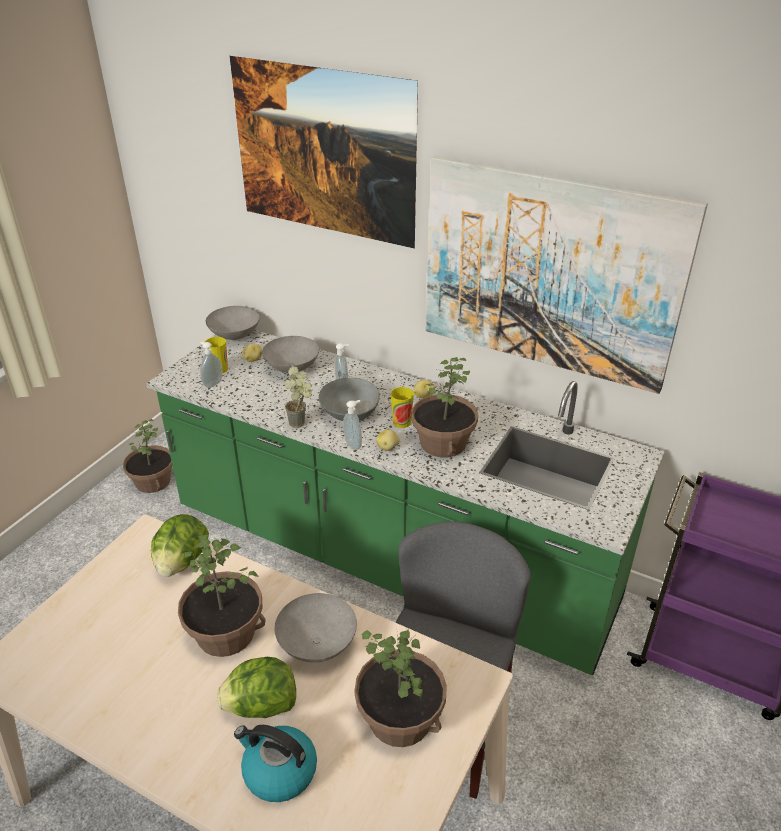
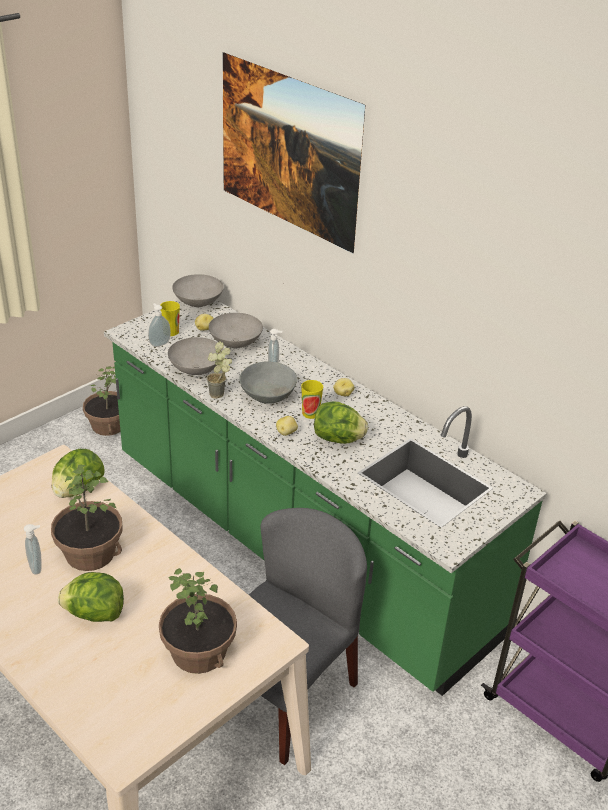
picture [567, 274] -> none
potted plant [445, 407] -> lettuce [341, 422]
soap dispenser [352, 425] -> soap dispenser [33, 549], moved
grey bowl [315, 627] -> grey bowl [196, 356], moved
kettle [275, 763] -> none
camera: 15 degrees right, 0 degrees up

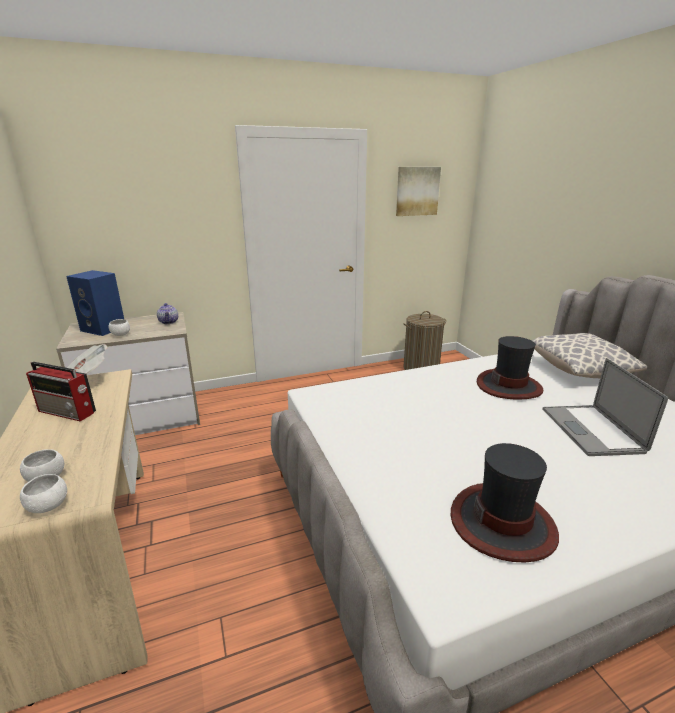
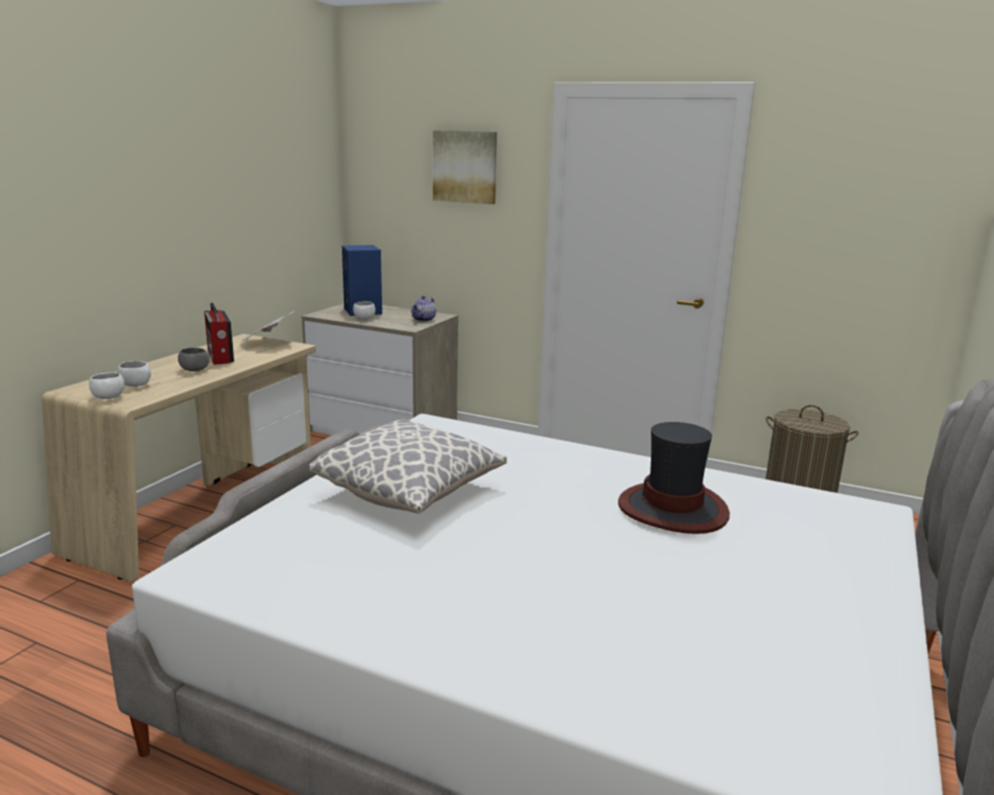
picture [418, 191] -> picture [465, 167], moved
pillow [589, 355] -> pillow [408, 466], moved
laptop [605, 407] -> none
hat [505, 502] -> none
none -> grey bowl [193, 359]
camera: 45 degrees right, 5 degrees down

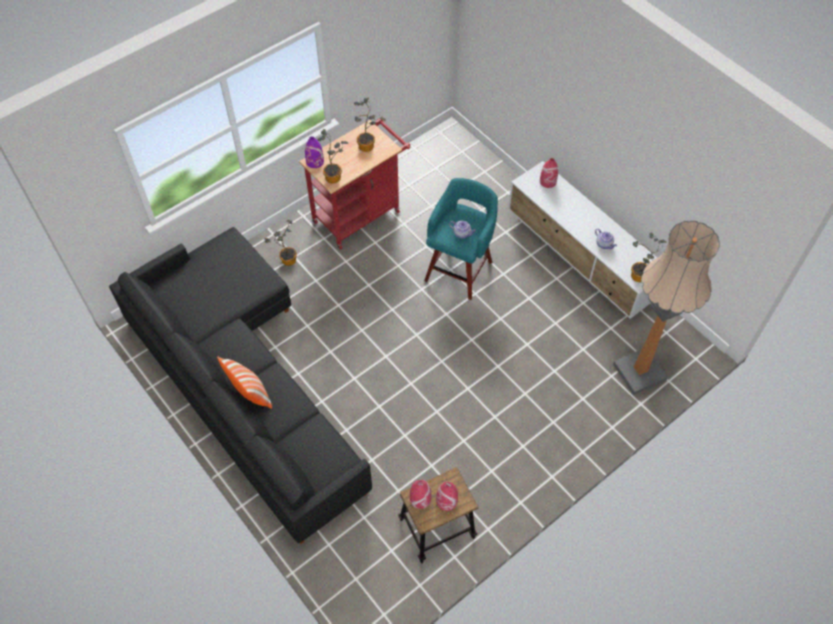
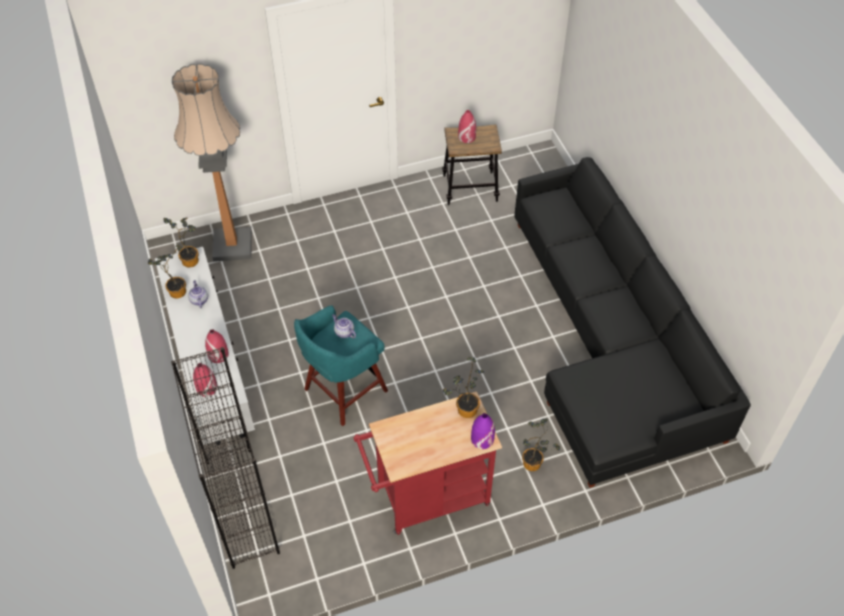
potted plant [370, 124] -> potted plant [167, 271], moved
pillow [244, 382] -> none
red vase [420, 494] -> red vase [217, 346], moved
none -> black bookcase [225, 458]
camera: 160 degrees left, 5 degrees down

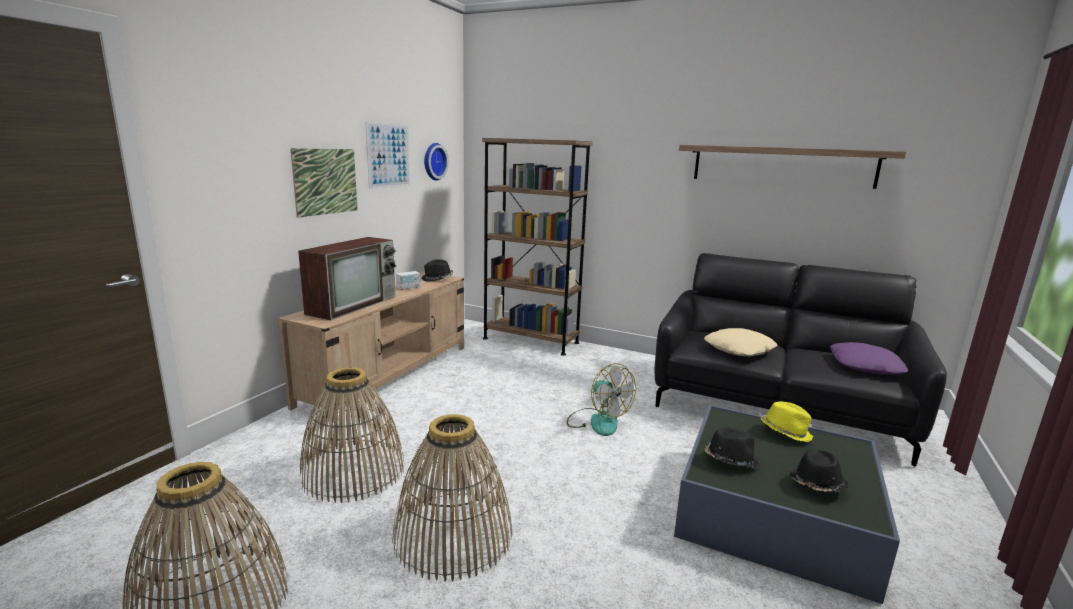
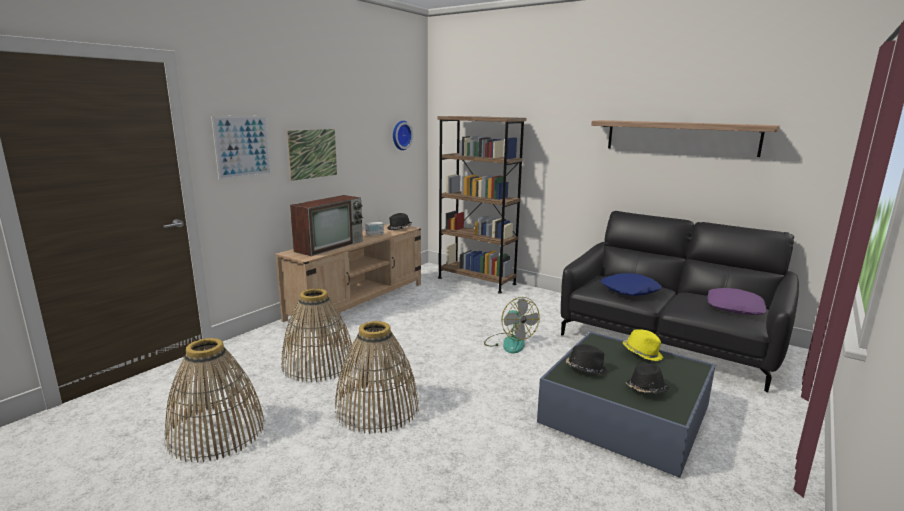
picture [387, 155] -> picture [241, 147], moved
beige pillow [741, 342] -> blue pillow [631, 284]
camera: 10 degrees right, 0 degrees up

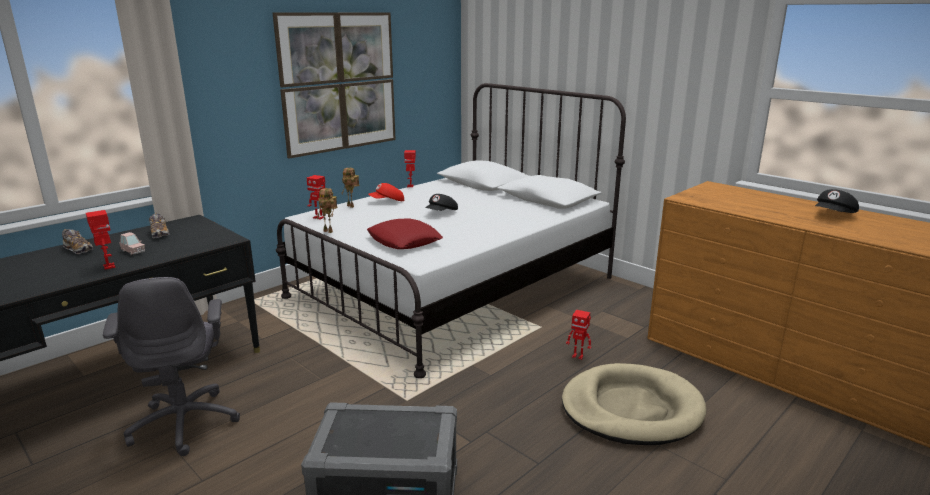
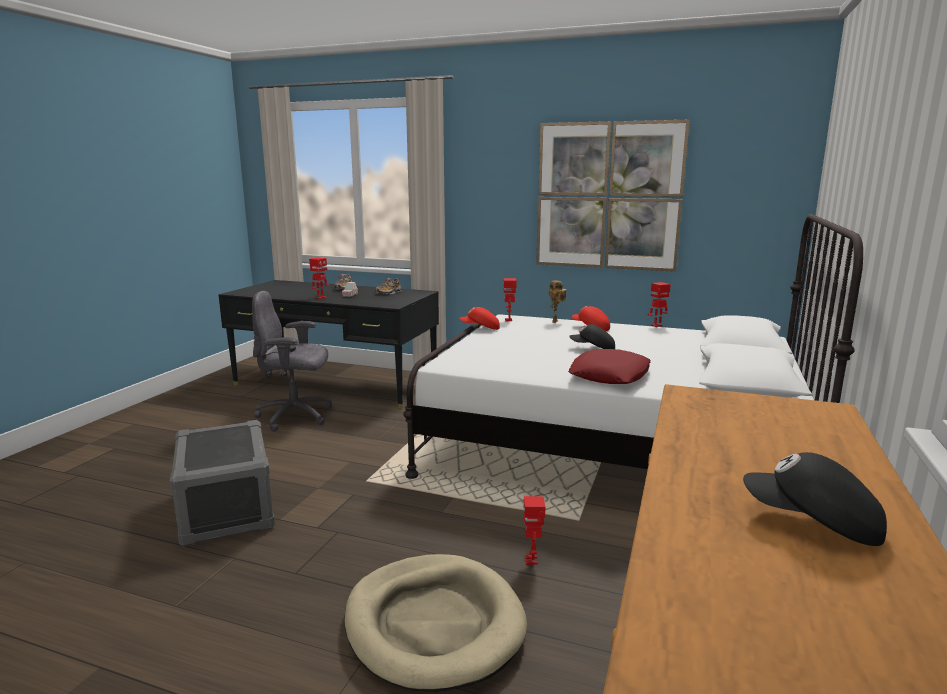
toy robot [327, 210] -> red cap [479, 318]
red pillow [405, 233] -> red pillow [609, 366], moved
grey office chair [171, 366] -> grey office chair [292, 361], 45 degrees clockwise
camera: 65 degrees right, 5 degrees down

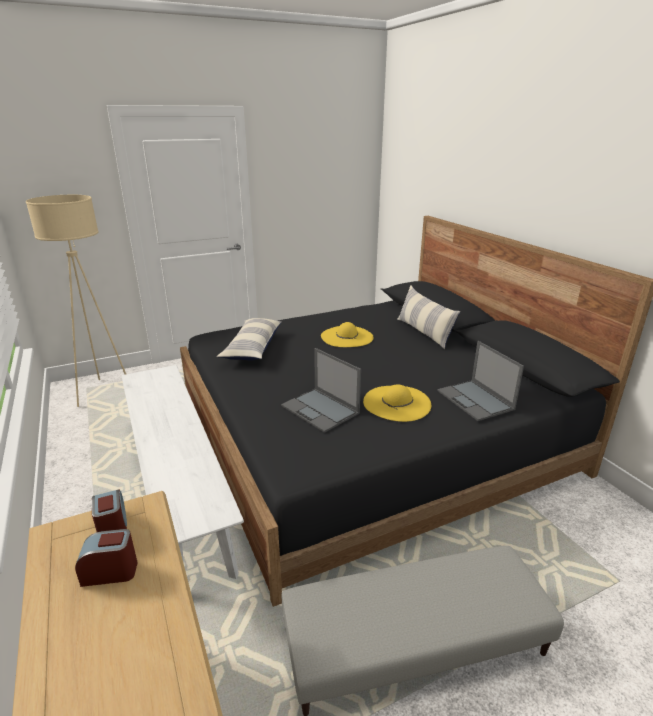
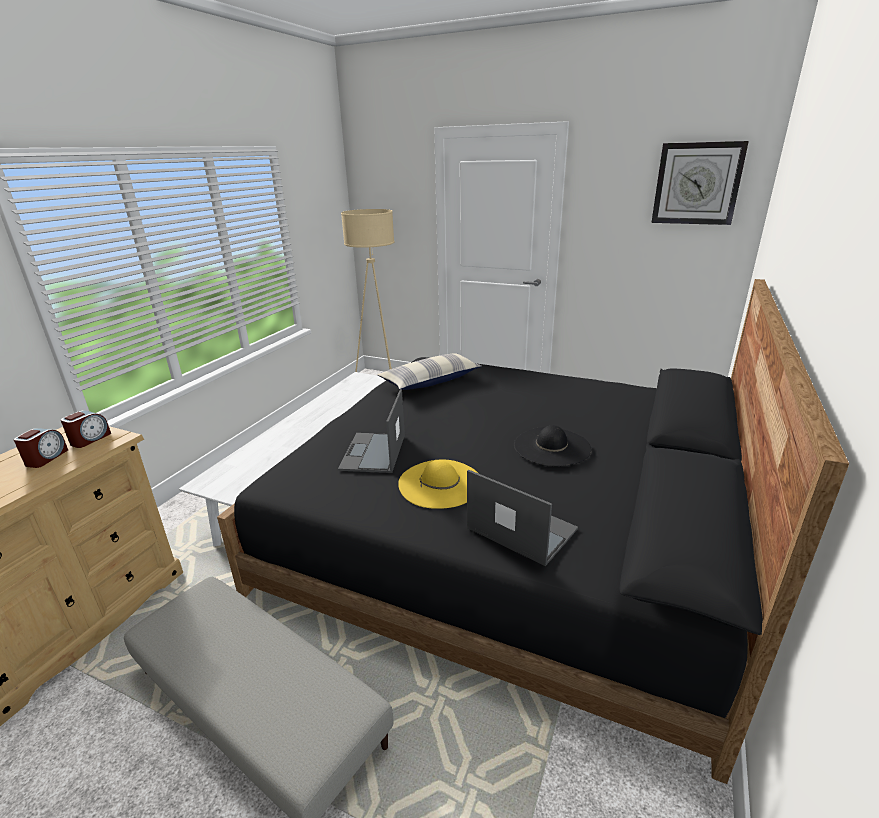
pillow [429, 317] -> none
yellow hat [347, 334] -> none
laptop [480, 381] -> laptop [522, 517], 105 degrees clockwise
alarm clock [106, 558] -> alarm clock [41, 448], 60 degrees clockwise
none -> wall clock [700, 183]
none -> black hat [552, 445]
camera: 50 degrees right, 0 degrees up

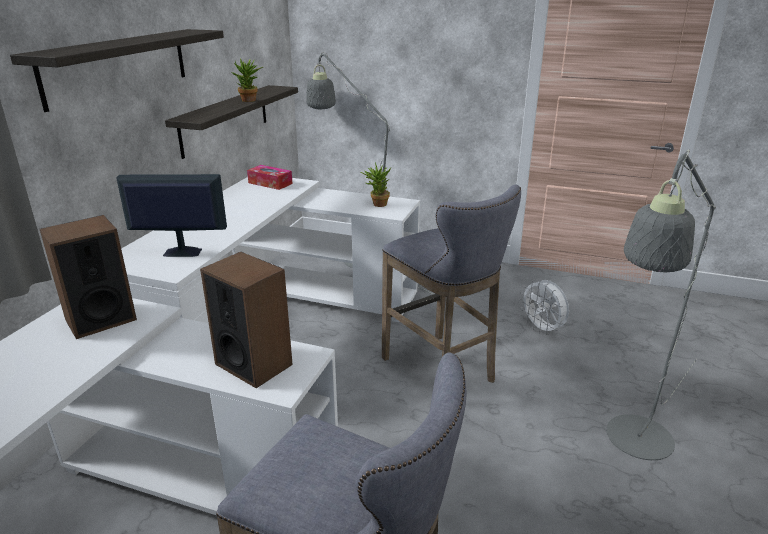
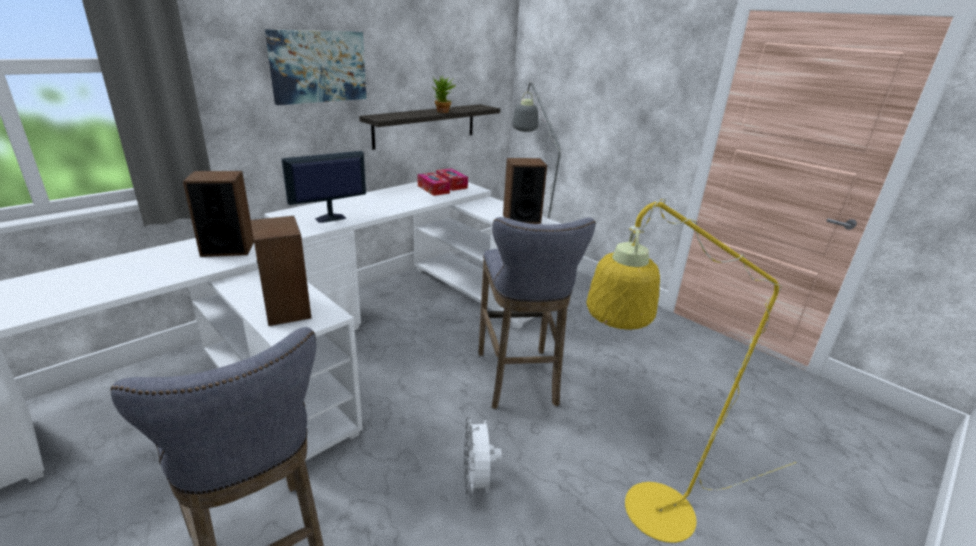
shelf [117, 70] -> picture [315, 67]
grey floor lamp [661, 305] -> yellow floor lamp [691, 370]
potted plant [376, 184] -> speaker [525, 191]
monitor [171, 215] -> monitor [323, 187], 60 degrees counterclockwise
white fan [544, 307] -> white fan [482, 457], moved
none -> tissue box [434, 184]
camera: 25 degrees right, 0 degrees up

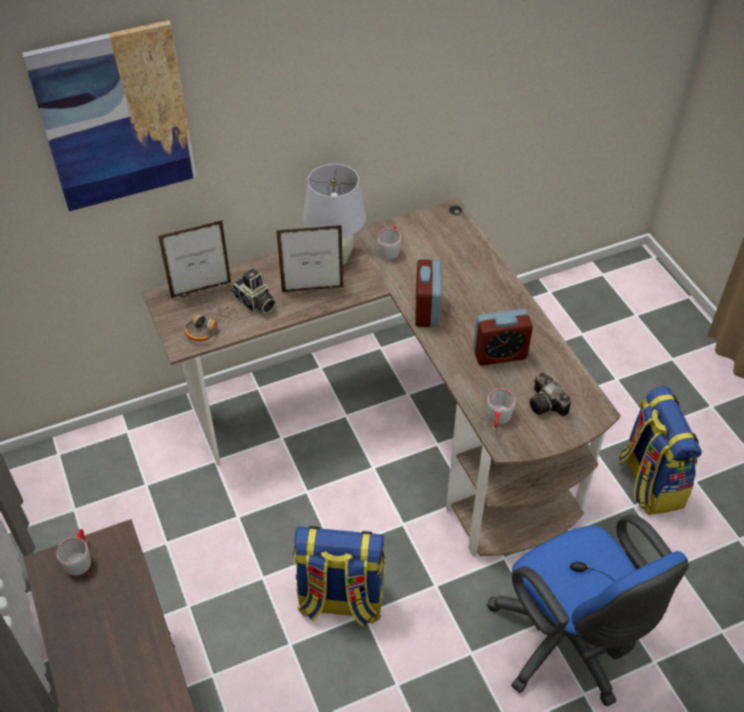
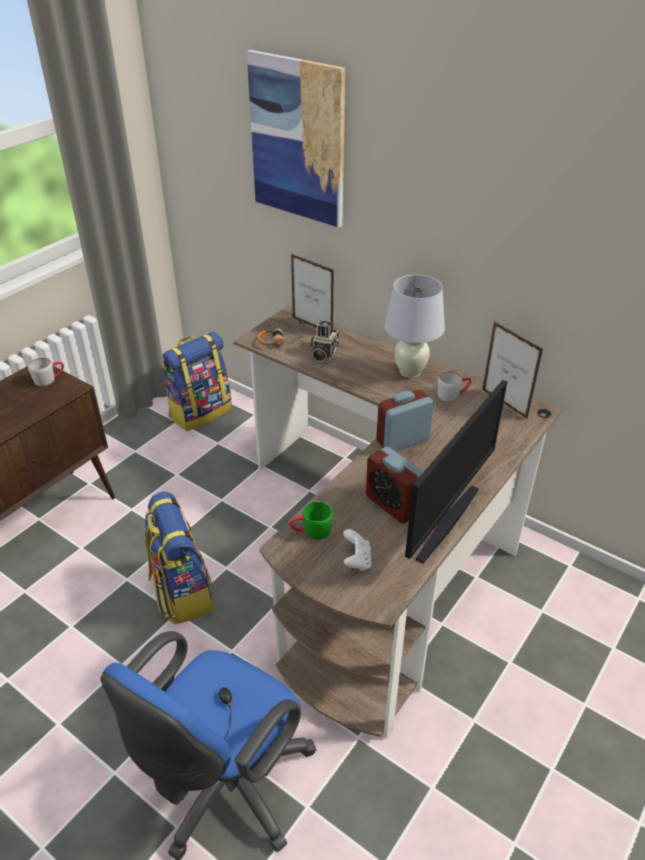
picture frame [309, 258] -> picture frame [512, 370], moved
photo camera [550, 394] -> white game controller [357, 550]
backpack [660, 450] -> backpack [197, 381], moved
grey mug [501, 408] -> green mug [311, 520]
none -> monitor [456, 471]
camera: 60 degrees right, 10 degrees down

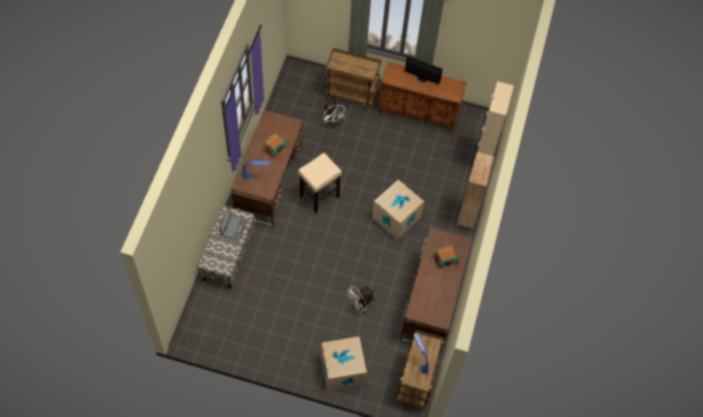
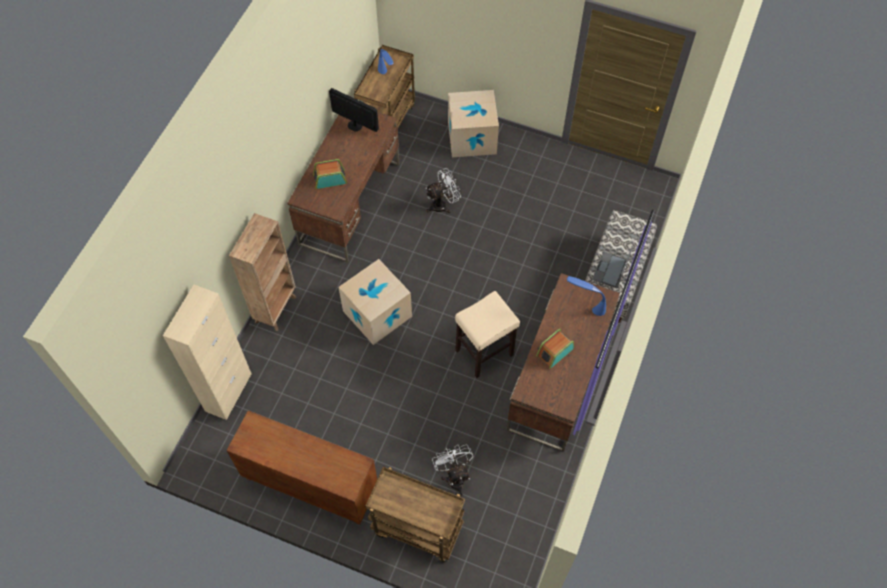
monitor [424, 70] -> monitor [354, 110], moved
camera: 170 degrees left, 0 degrees up

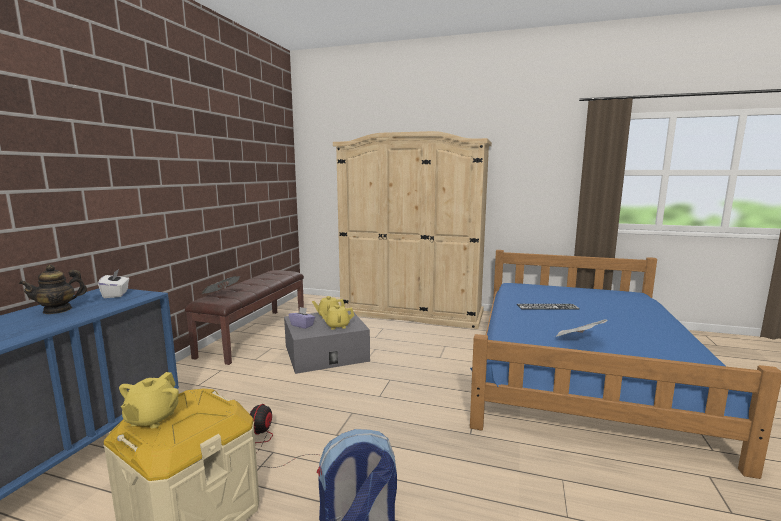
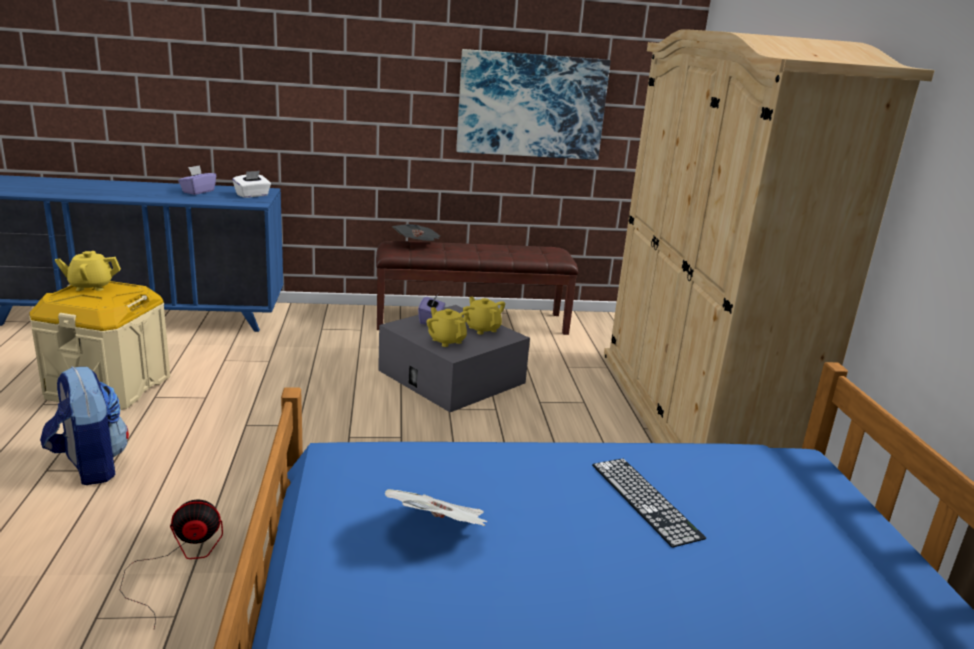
teapot [53, 289] -> purple tissue box [197, 180]
fan [283, 436] -> fan [171, 563], moved
none -> picture [533, 104]
camera: 65 degrees right, 10 degrees up

